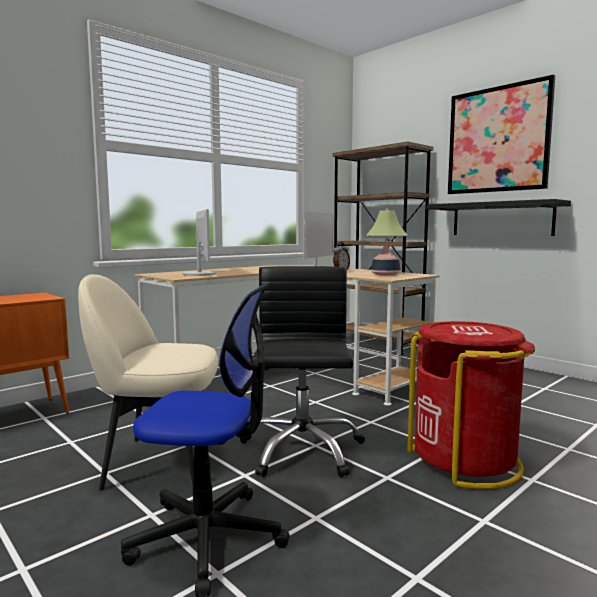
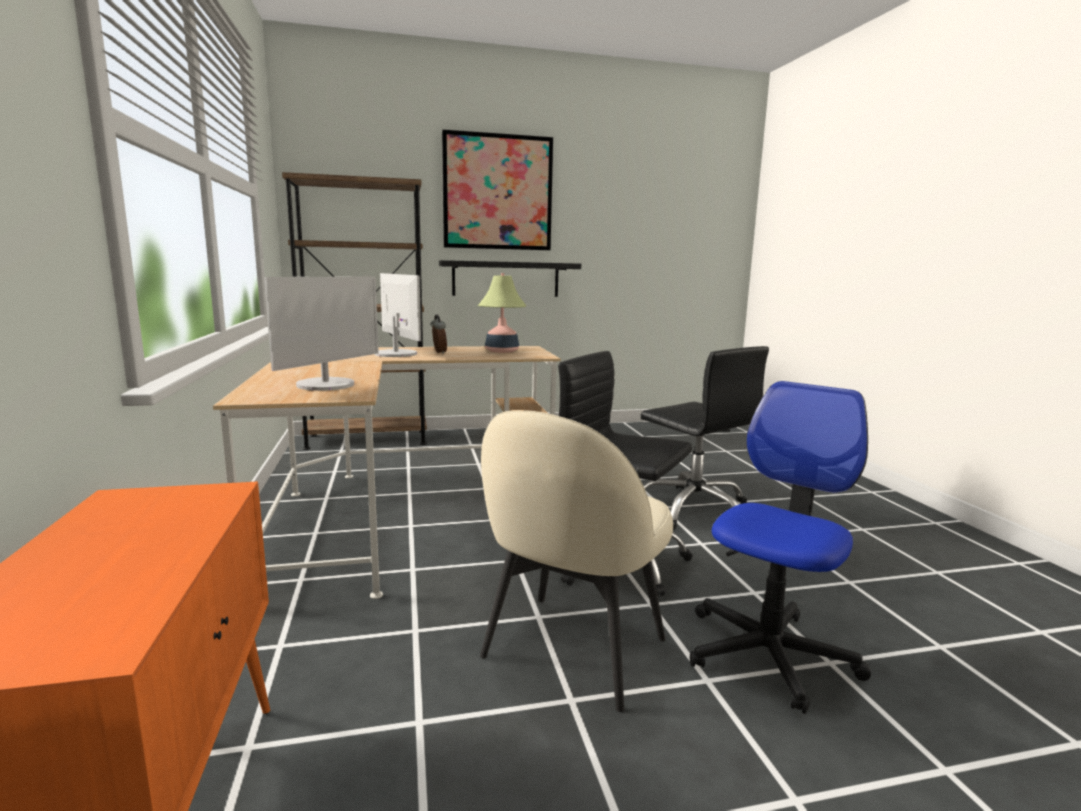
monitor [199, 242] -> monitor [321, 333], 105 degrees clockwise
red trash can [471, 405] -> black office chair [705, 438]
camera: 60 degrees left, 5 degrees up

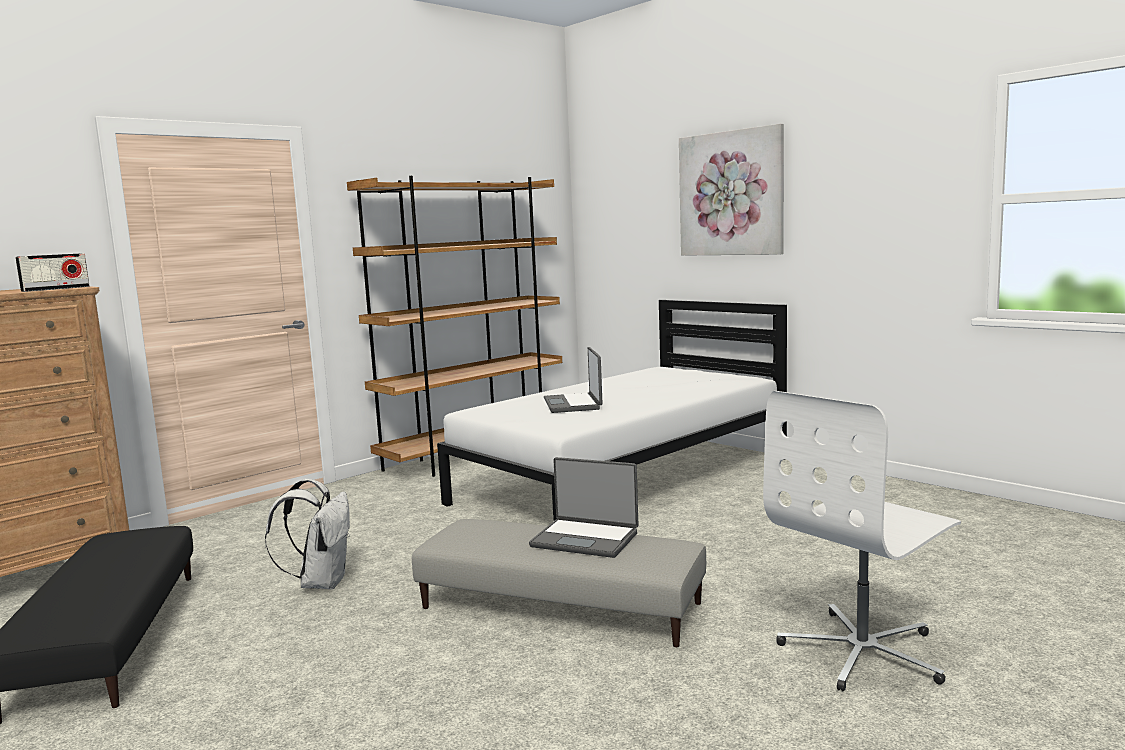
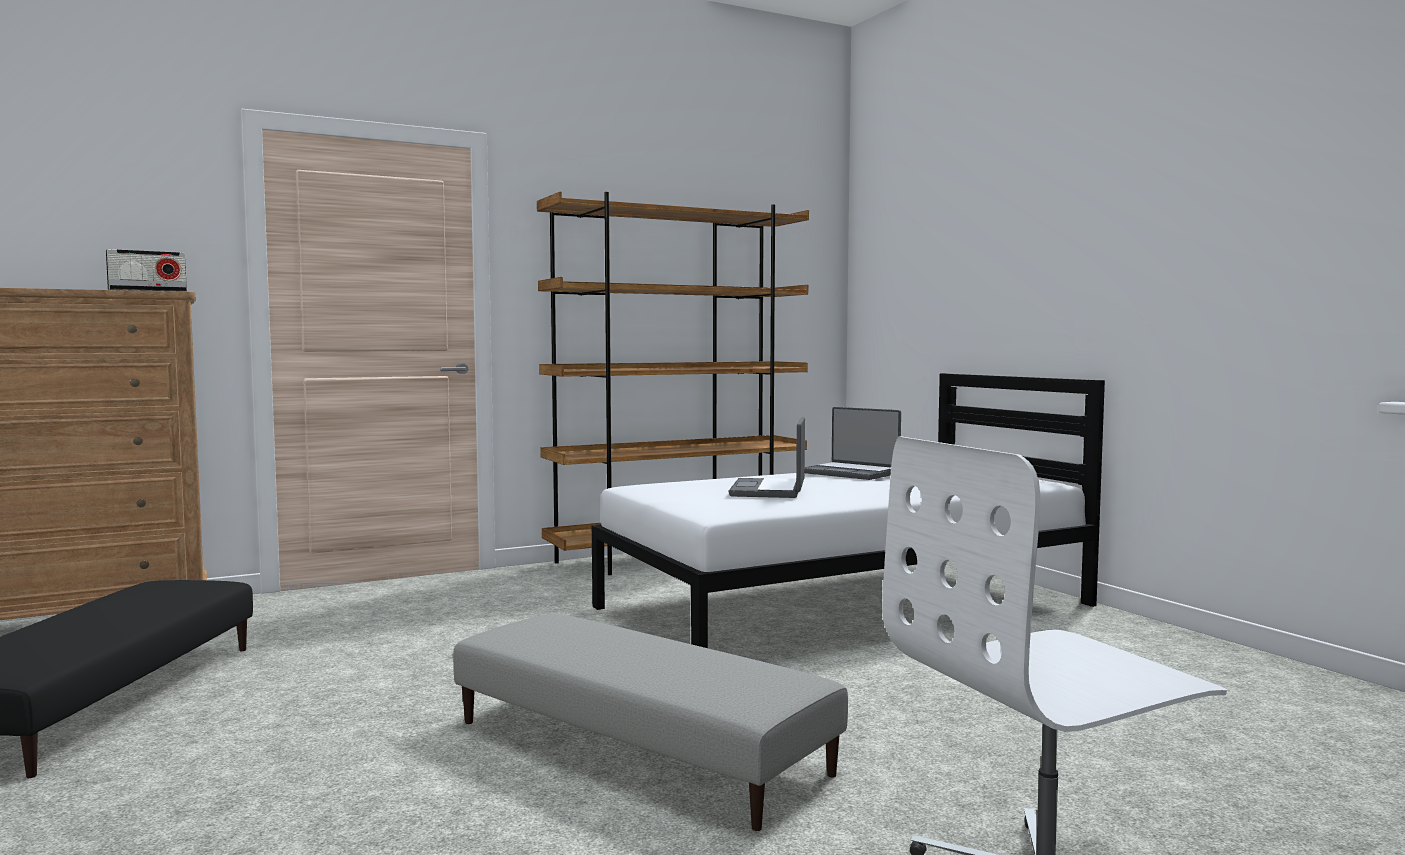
picture [731, 190] -> none
laptop [583, 507] -> laptop [853, 443], moved
white backpack [307, 534] -> none
camera: 15 degrees right, 5 degrees down

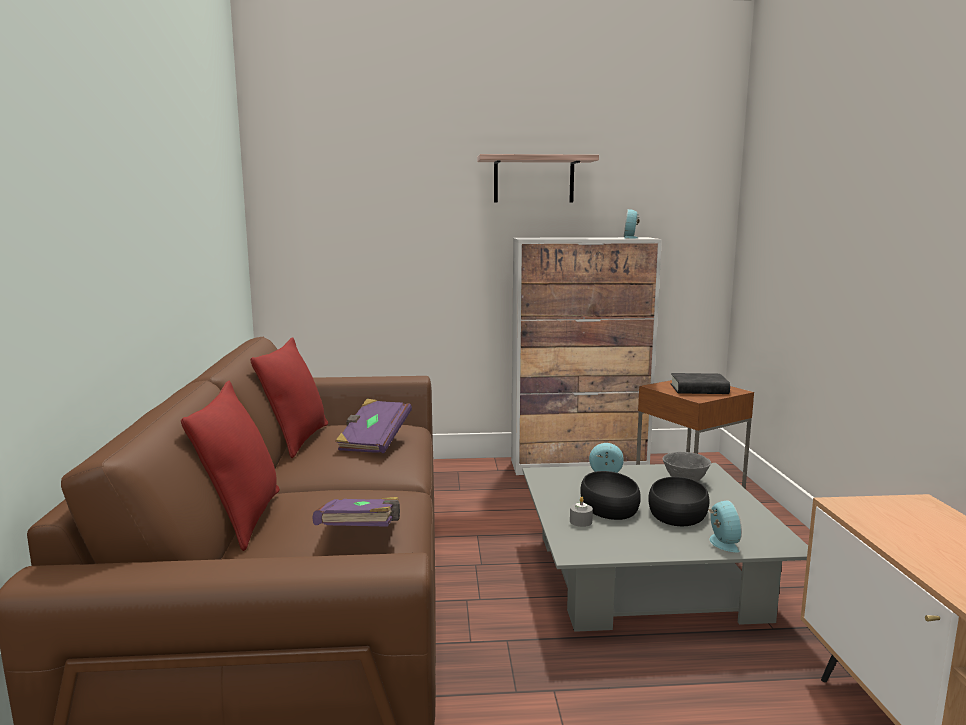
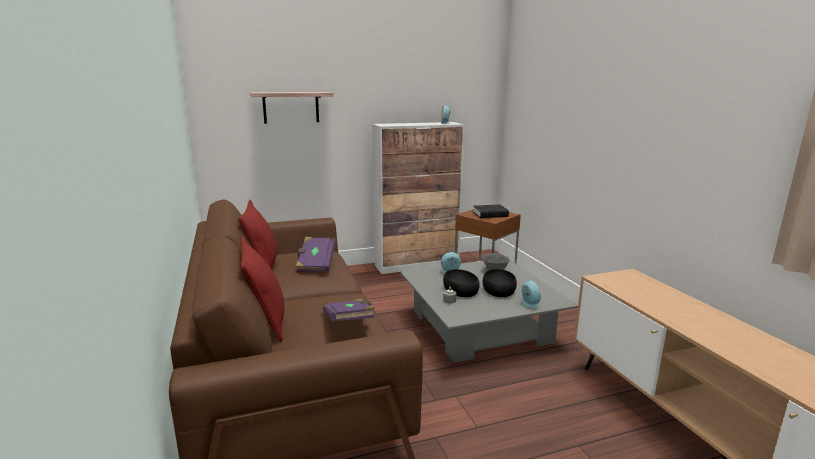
shelf [538, 178] -> shelf [291, 107], moved
camera: 15 degrees left, 5 degrees up

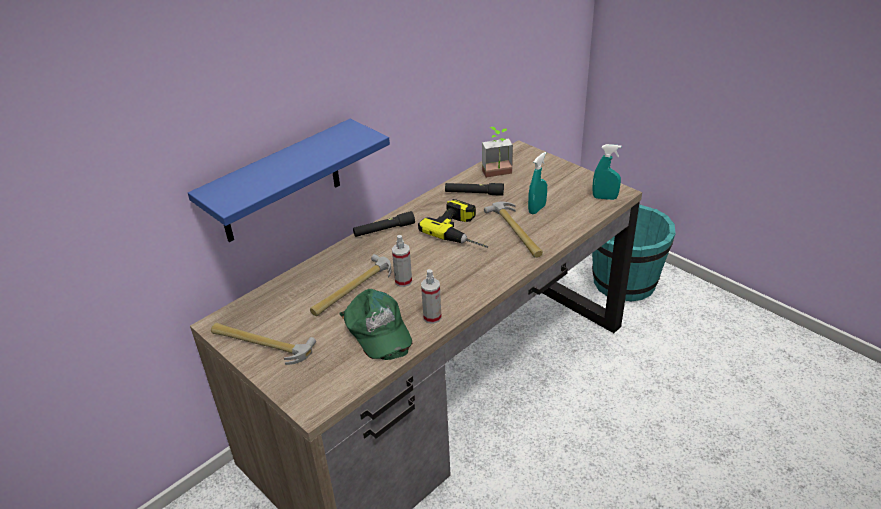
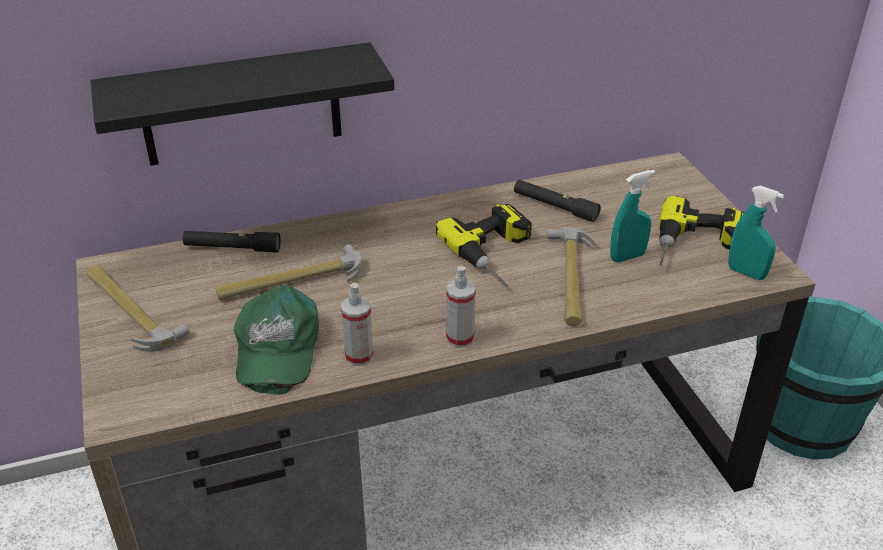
blue shelf [289, 180] -> black shelf [242, 104]
potted plant [497, 152] -> none
black flashlight [384, 224] -> black flashlight [232, 242], moved
spray bottle [402, 261] -> spray bottle [461, 307], moved
none -> power drill [701, 231]
camera: 25 degrees right, 0 degrees up

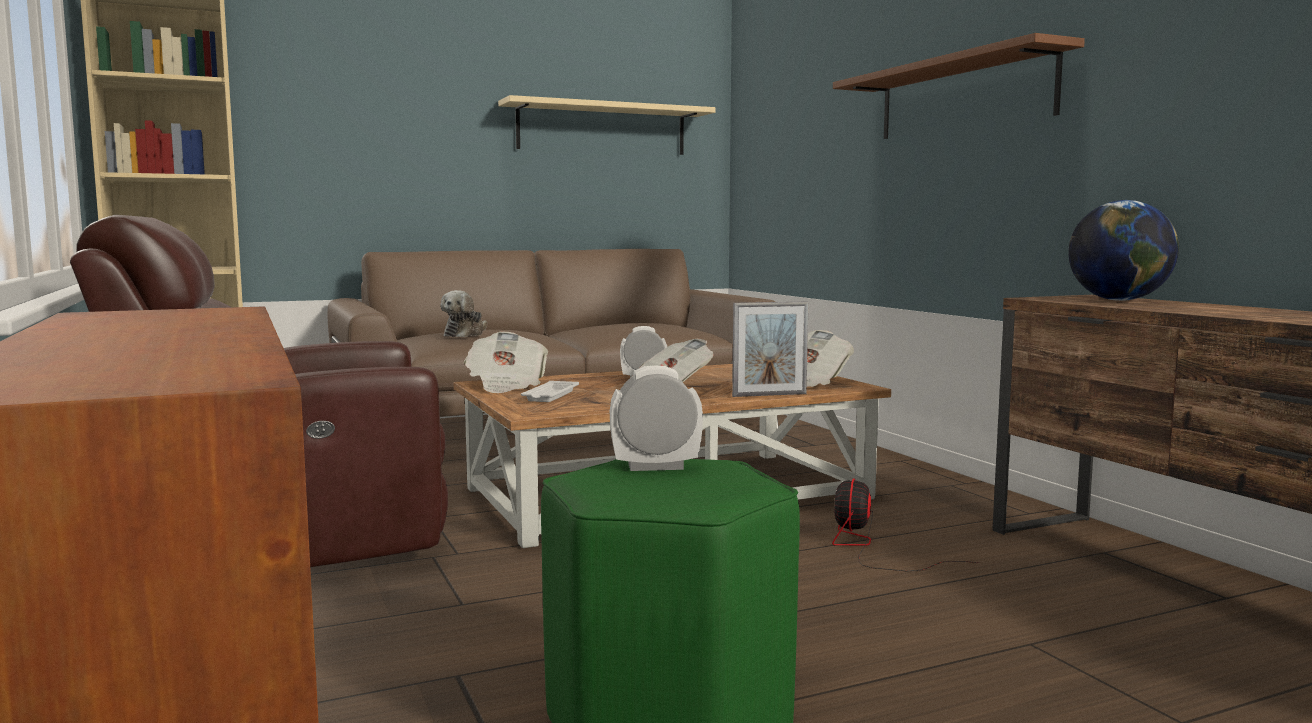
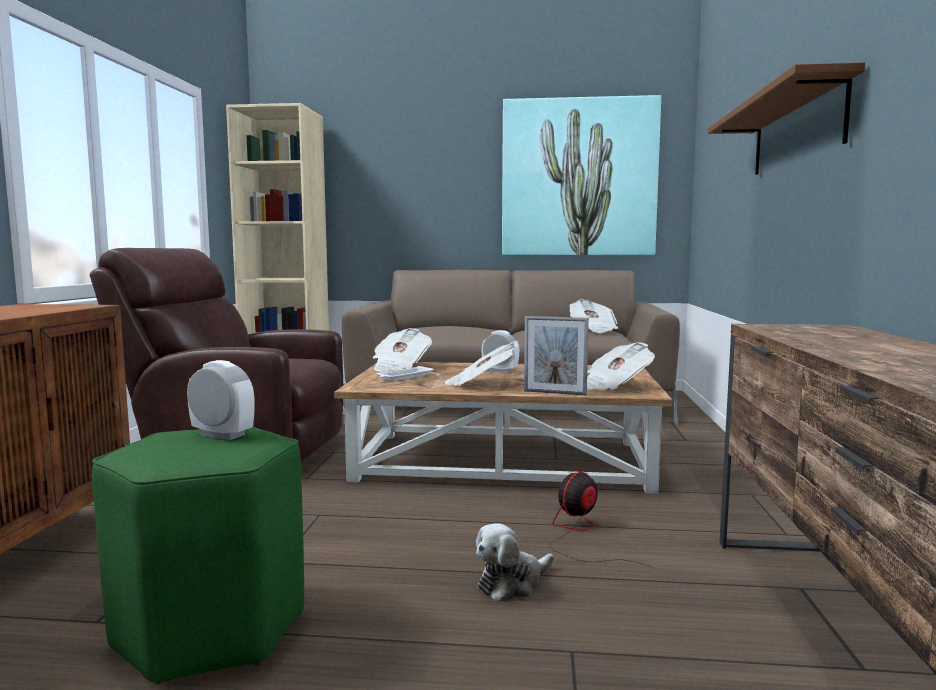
beige shelf [606, 125] -> picture [581, 175]
globe [1123, 250] -> none
plush toy [464, 313] -> plush toy [515, 562], moved
none -> newspaper [593, 316]
camera: 30 degrees right, 0 degrees up

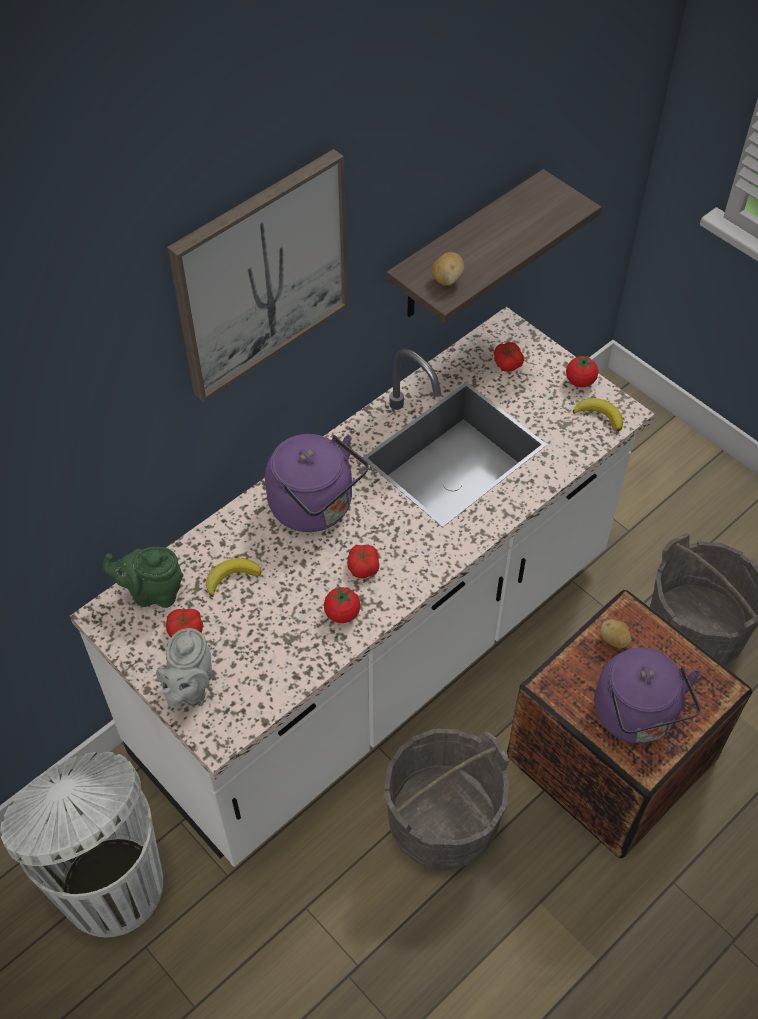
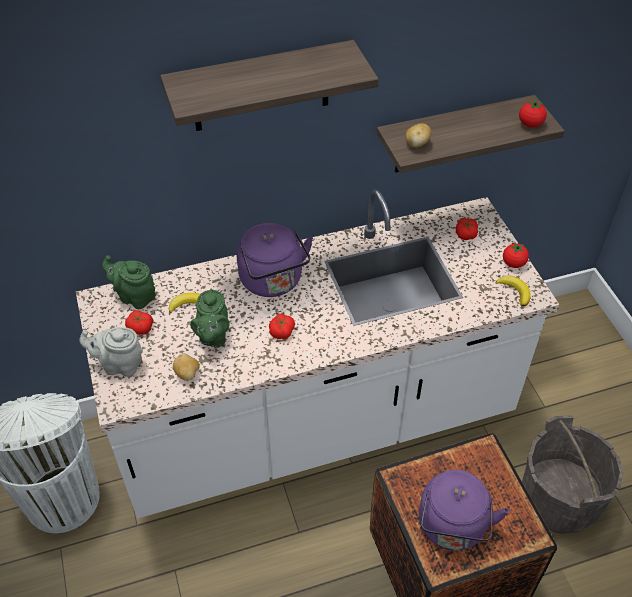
picture [257, 275] -> shelf [269, 85]
tomato [342, 604] -> tomato [533, 112], moved
potato [616, 634] -> potato [186, 367], moved
grey teapot [184, 667] -> grey teapot [111, 352], 60 degrees clockwise
grey bucket [446, 800] -> none
none -> green teapot [209, 318]
camera: 25 degrees right, 5 degrees down

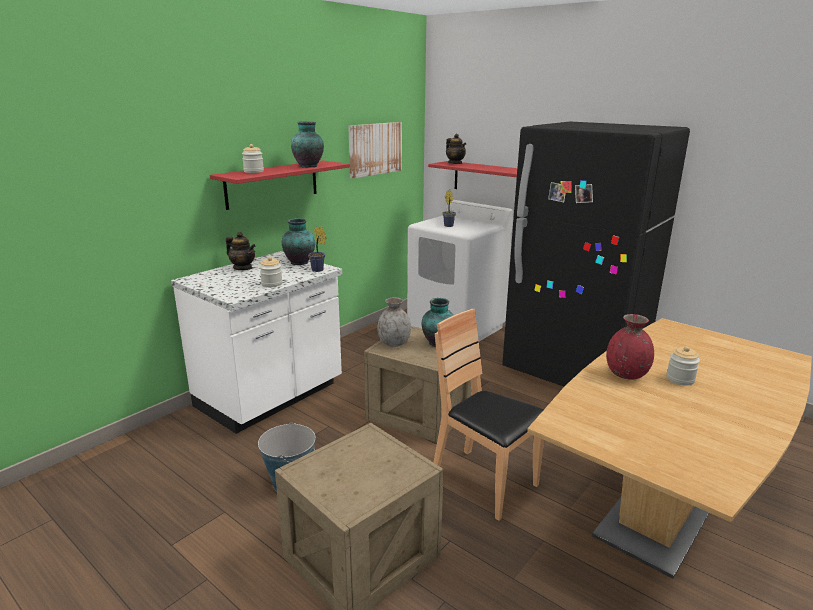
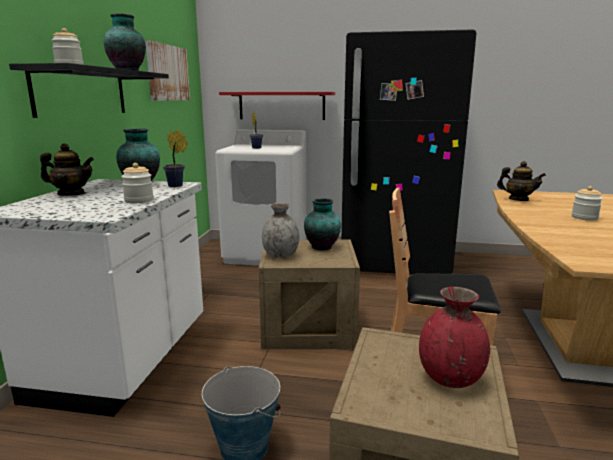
teapot [456, 149] -> teapot [521, 181], moved
red shelf [280, 185] -> black shelf [89, 90]
red vase [630, 347] -> red vase [454, 337], moved
camera: 30 degrees left, 5 degrees down

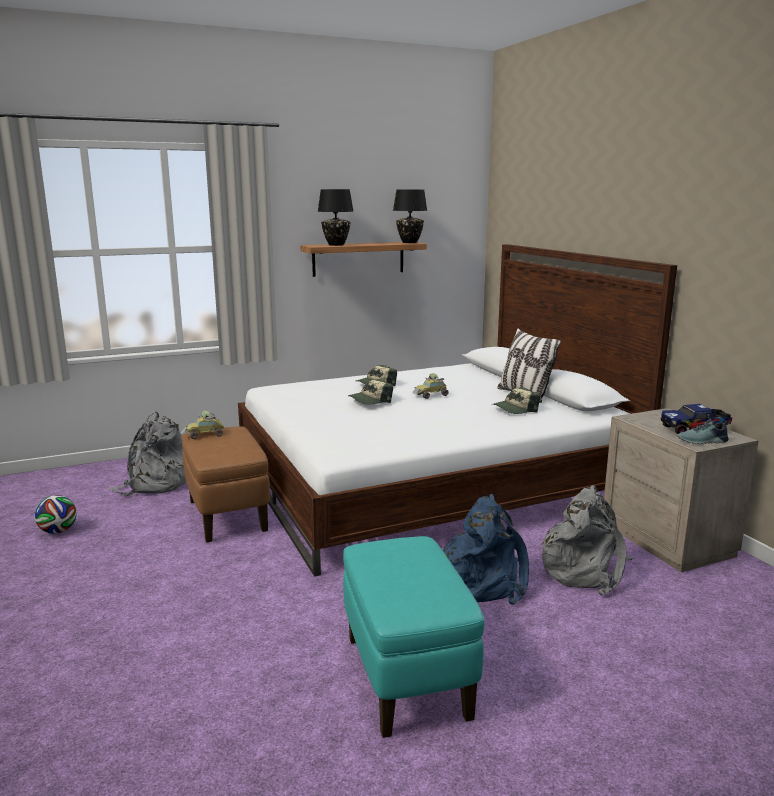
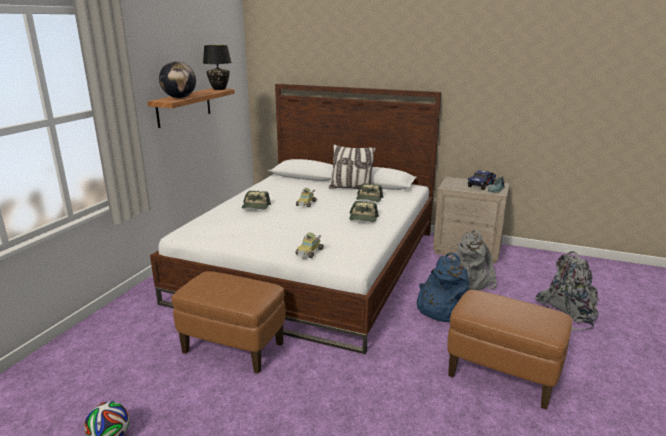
black table lamp [336, 217] -> globe [177, 79]
cap [370, 391] -> cap [364, 211], moved
grey backpack [147, 453] -> grey backpack [567, 291], moved
toy car [202, 425] -> toy car [309, 245], moved
turquoise ottoman [413, 637] -> brown ottoman [509, 350]
camera: 45 degrees left, 5 degrees up

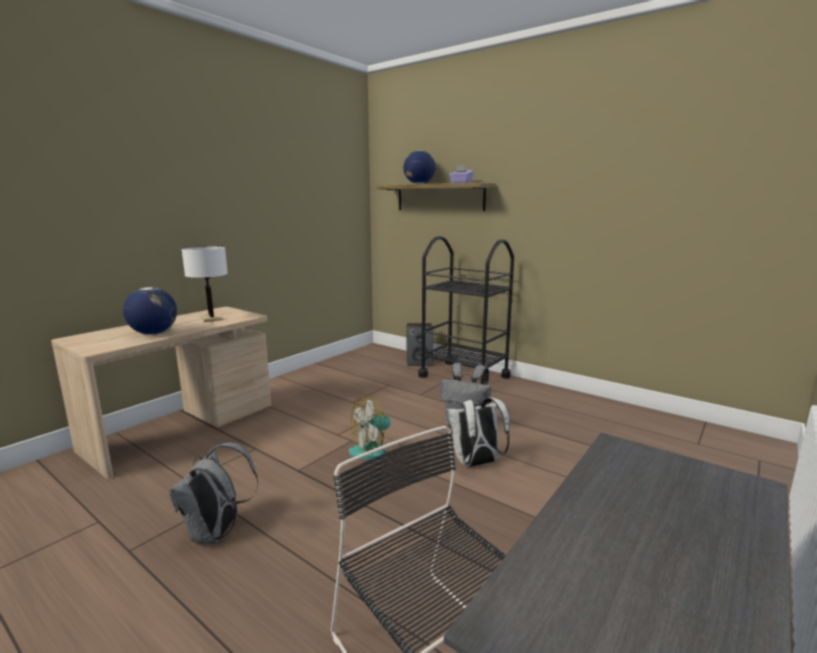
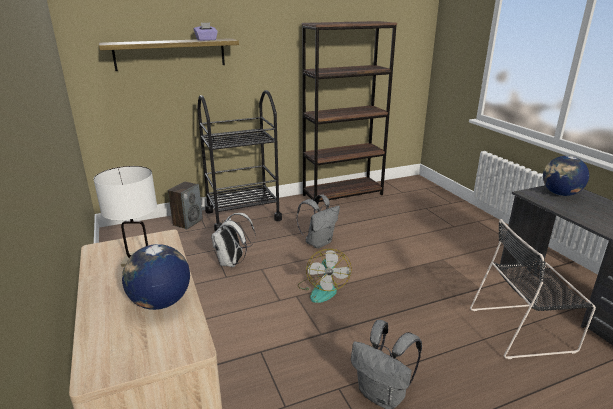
globe [419, 167] -> globe [566, 176], moved
white backpack [478, 432] -> white backpack [233, 240], moved
none -> brown bookcase [349, 111]
camera: 60 degrees left, 10 degrees up

